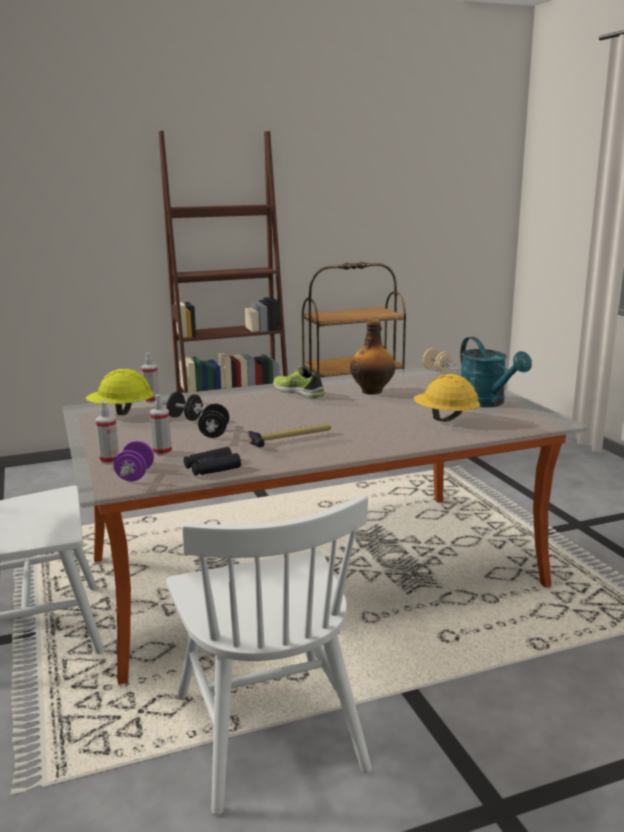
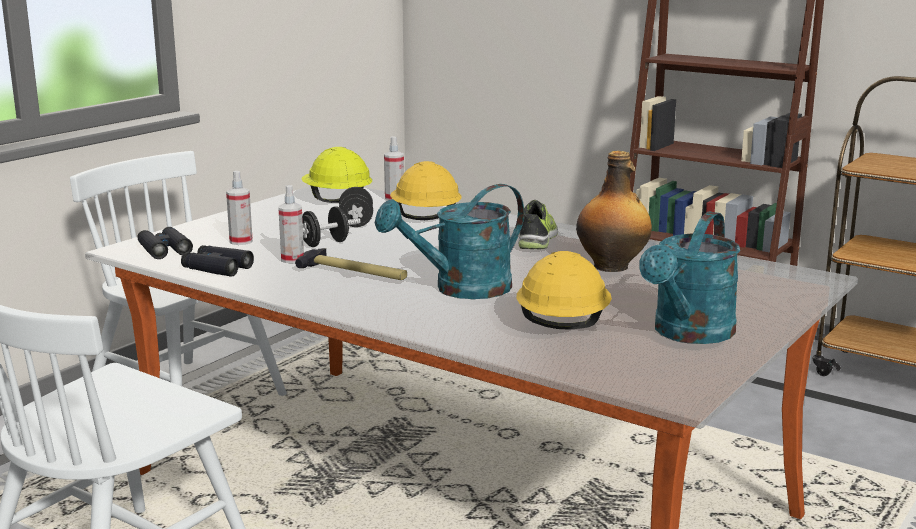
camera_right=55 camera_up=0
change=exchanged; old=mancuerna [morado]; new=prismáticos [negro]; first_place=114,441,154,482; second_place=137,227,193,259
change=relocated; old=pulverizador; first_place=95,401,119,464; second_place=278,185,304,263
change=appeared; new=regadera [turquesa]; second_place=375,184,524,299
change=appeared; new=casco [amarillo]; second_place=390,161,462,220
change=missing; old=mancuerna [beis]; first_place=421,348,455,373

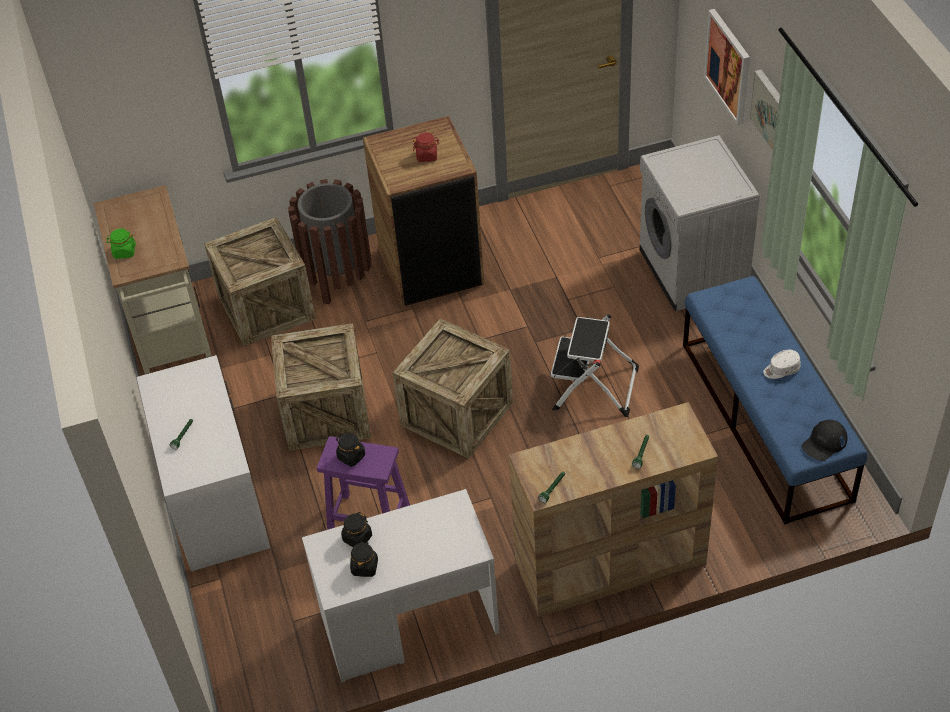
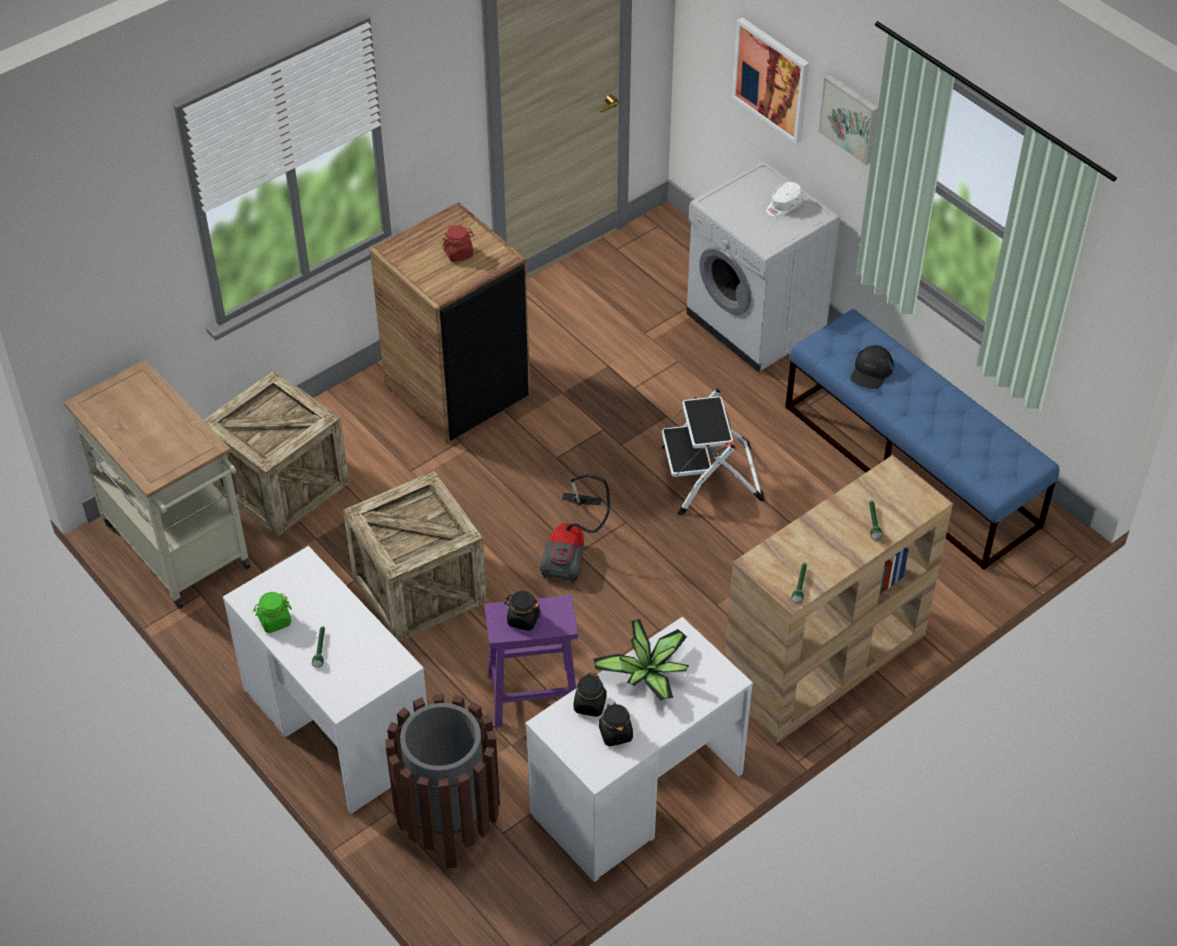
camera_right=-25 camera_up=0
change=relocated; old=tarro [verde]; first_place=106,228,136,259; second_place=253,592,292,633
change=relocated; old=papelera [marrón]; first_place=288,179,372,304; second_place=385,694,500,868
change=exchanged; old=caja de embalaje; new=aspiradora; first_place=393,319,513,459; second_place=540,474,610,583
change=appeared; new=planta en maceta; second_place=593,619,689,701
change=relocated; old=gorra [blanco]; first_place=763,350,801,379; second_place=766,182,803,217
change=relocated; old=gorra [negro]; first_place=801,420,847,461; second_place=850,345,893,389

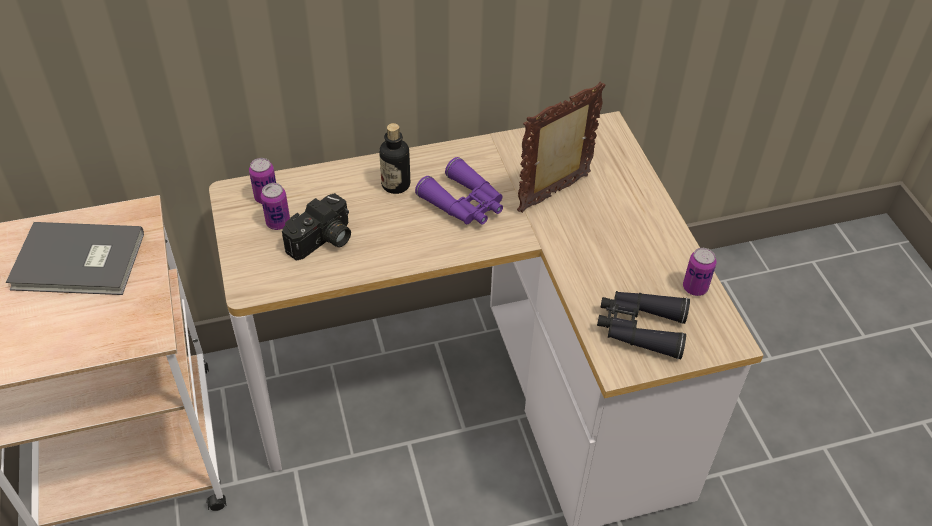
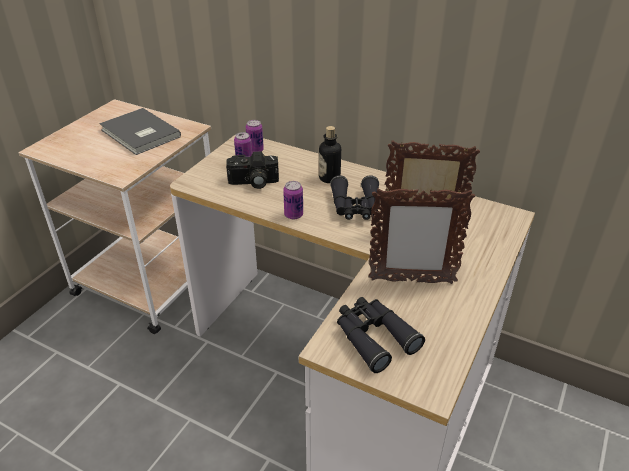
camera_right=45 camera_up=-10
change=relocated; old=lata; first_place=683,248,717,296; second_place=283,181,303,219
change=colour; old=prismáticos [morado]; new=prismáticos [negro]; first_place=415,157,503,225; second_place=330,175,379,220
change=appeared; new=portarretratos; second_place=368,187,475,284

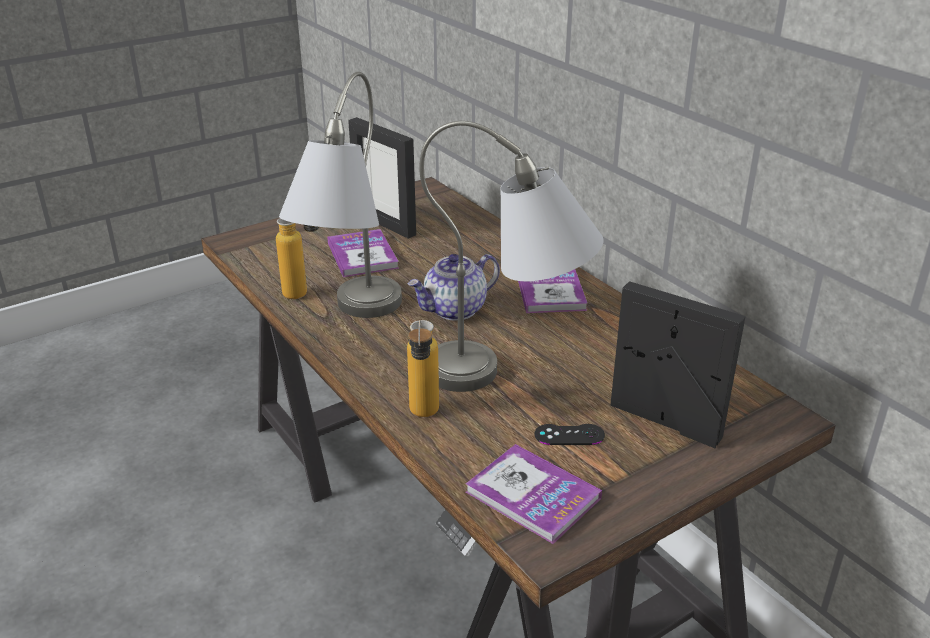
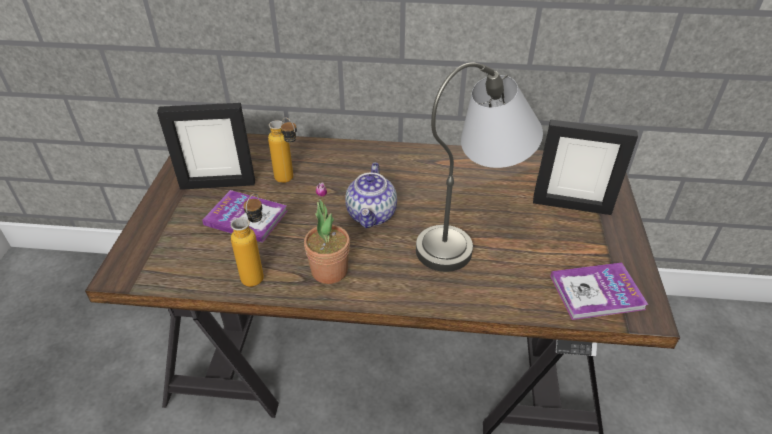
camera_right=-50 camera_up=10
change=relocated; old=botella; first_place=407,320,439,417; second_place=268,118,297,183
change=exchanged; old=lámpara de mesa [gris]; new=planta en maceta; first_place=279,72,402,318; second_place=304,182,350,284
change=spun; old=portarretratos; first_place=610,281,746,448; second_place=533,119,638,215; degrees=-150
change=missing; old=libro; first_place=518,269,588,313
change=missing; old=mando de consola [negro]; first_place=535,424,605,445

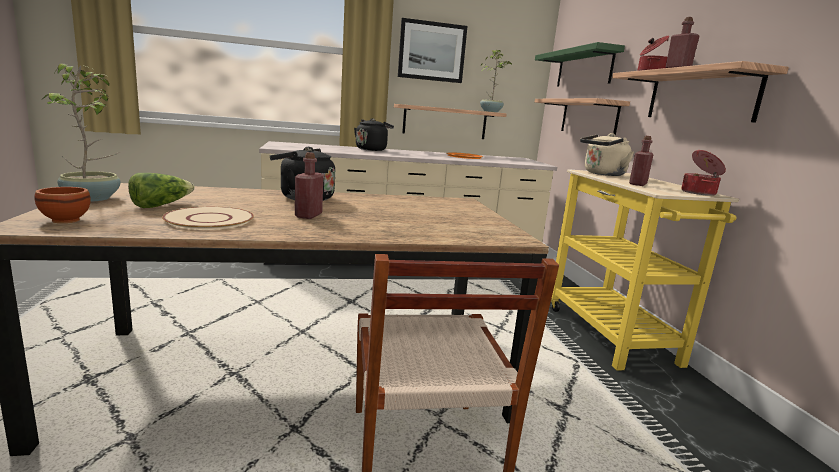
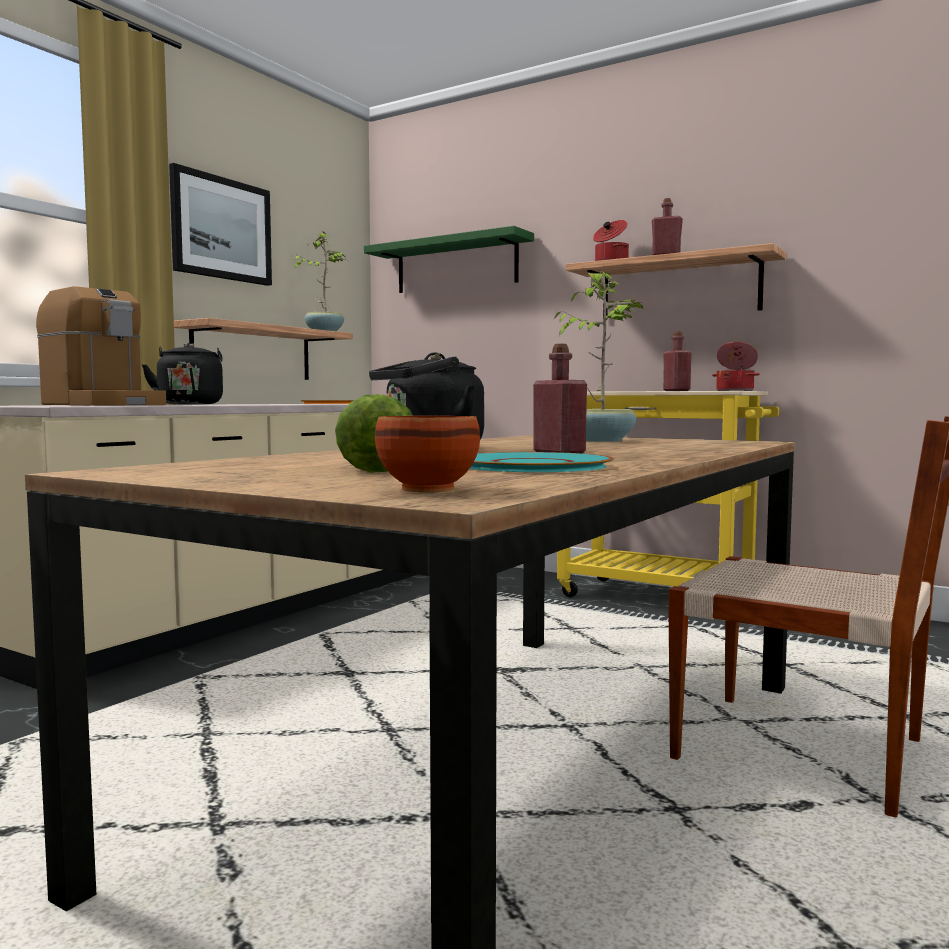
camera_right=-45 camera_up=-10
change=appeared; new=cafetera; second_place=36,286,166,405
change=colour; old=plato [beis]; new=plato [turquesa]; first_place=162,207,254,230; second_place=470,452,614,472
change=relocated; old=planta en maceta; first_place=40,63,121,202; second_place=554,270,644,442
change=missing; old=estante; first_place=535,98,630,136
change=missing; old=hervidor [beis]; first_place=580,133,634,176

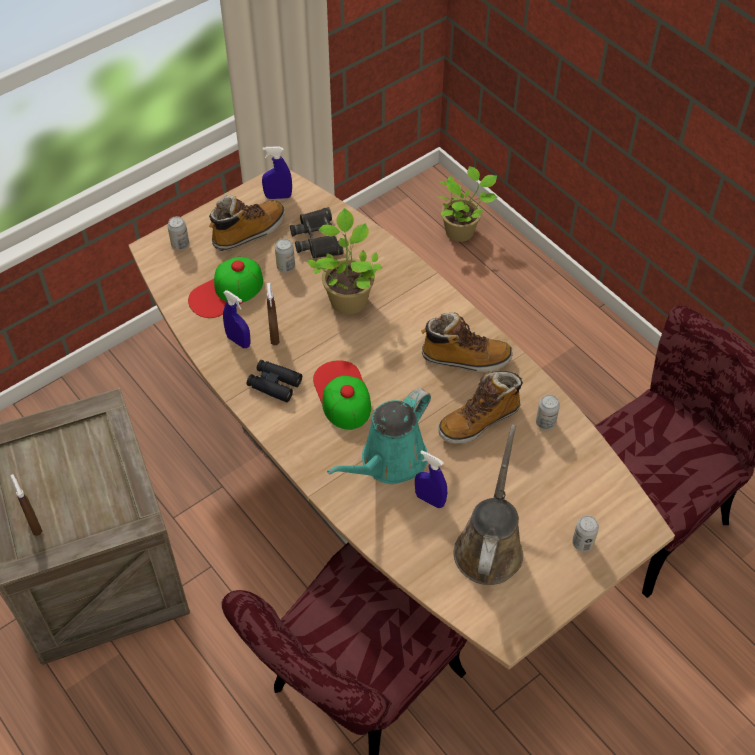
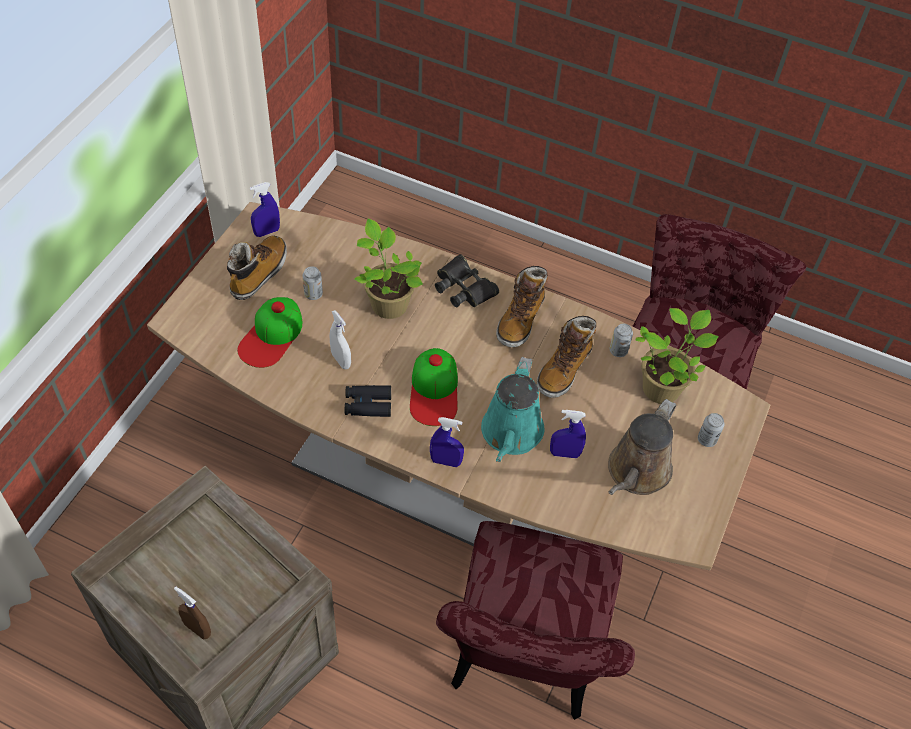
camera_right=-30 camera_up=0
change=colour; old=pulverizador [marrón]; new=pulverizador [blanco]; first_place=267,283,280,345; second_place=330,310,351,369
change=spun; old=gorra; first_place=313,360,371,430; second_place=410,348,458,426; degrees=-135
change=relocated; old=pulverizador [azul]; first_place=223,290,251,348; second_place=430,417,464,467
change=relocated; old=prismáticos [negro]; first_place=290,207,344,258; second_place=435,254,499,307
change=spun; old=bota; first_place=421,312,513,372; second_place=496,266,548,348; degrees=135
change=spun; old=regadera [marrón]; first_place=454,425,523,585; second_place=608,399,676,495; degrees=-135
change=relocated; old=planta en maceta; first_place=438,166,498,242; second_place=636,308,719,404
change=missing; old=lata; first_place=167,216,189,250

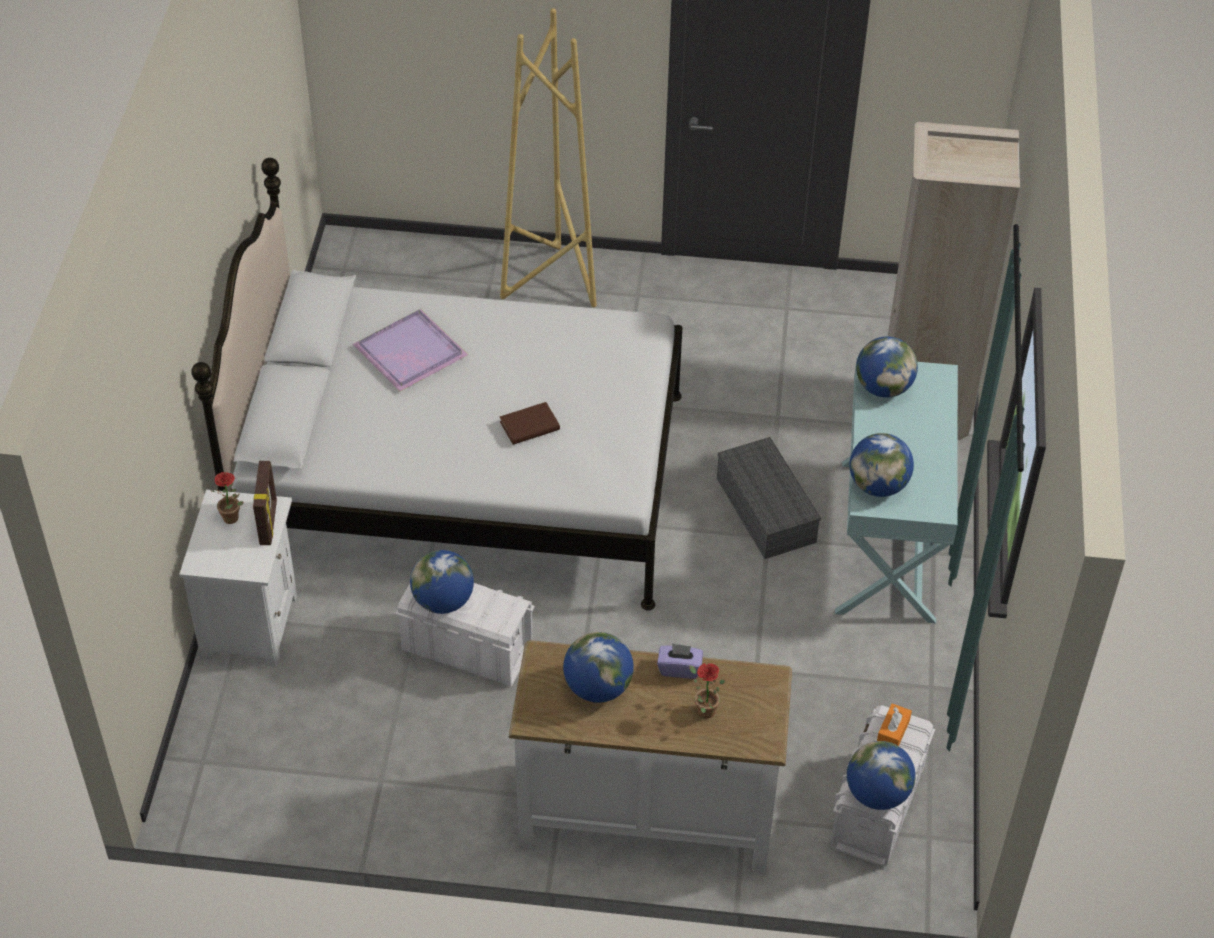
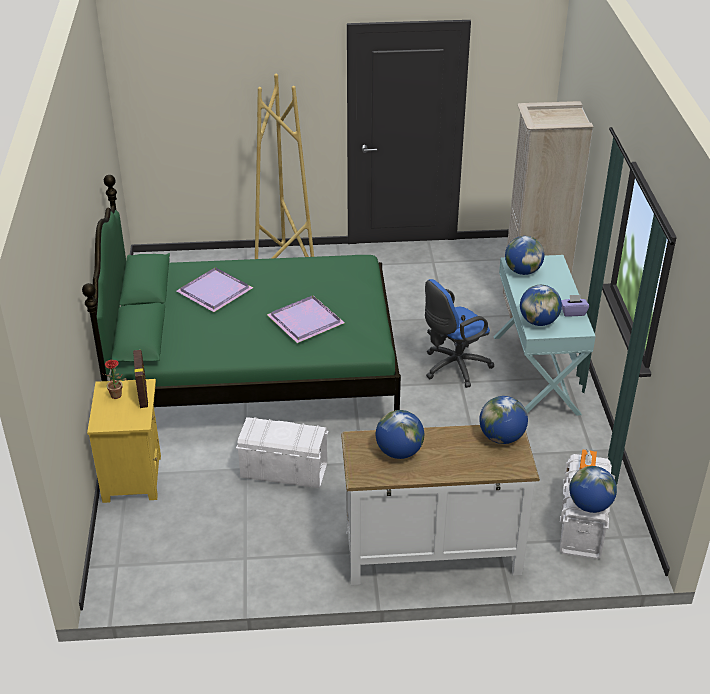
camera_right=-10 camera_up=-10
change=colour; old=cama [blanco]; new=cama [verde]; first_place=192,158,682,611; second_place=82,175,401,411
change=colour; old=mesita de noche [blanco]; new=mesita de noche [amarillo]; first_place=179,490,297,666; second_place=87,379,161,503
change=exchanged; old=libro [marrón]; new=bandeja [morado]; first_place=500,402,560,445; second_place=267,295,345,343
change=exchanged; old=caja de almacenaje [gris]; new=silla de oficina [azul]; first_place=717,437,821,559; second_place=425,279,494,388
change=relocated; old=globo terráqueo; first_place=410,550,474,614; second_place=479,396,528,444
change=relocated; old=caja de pañuelos [morado]; first_place=657,643,703,679; second_place=561,295,589,317
change=missing; old=planta en maceta; first_place=689,663,725,719

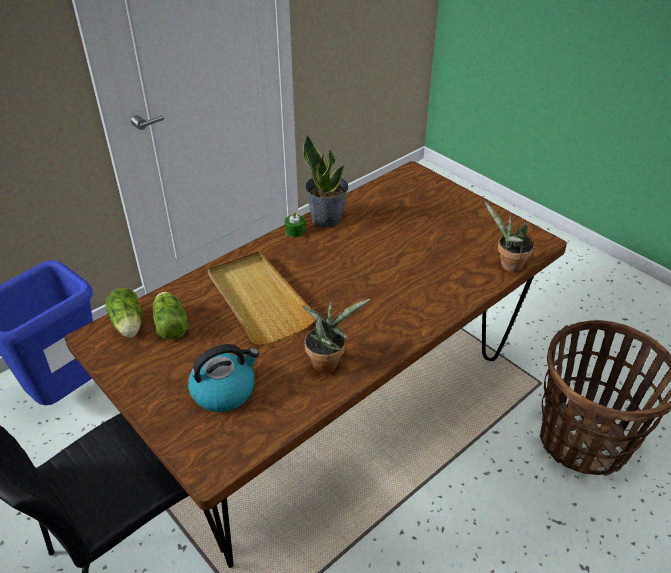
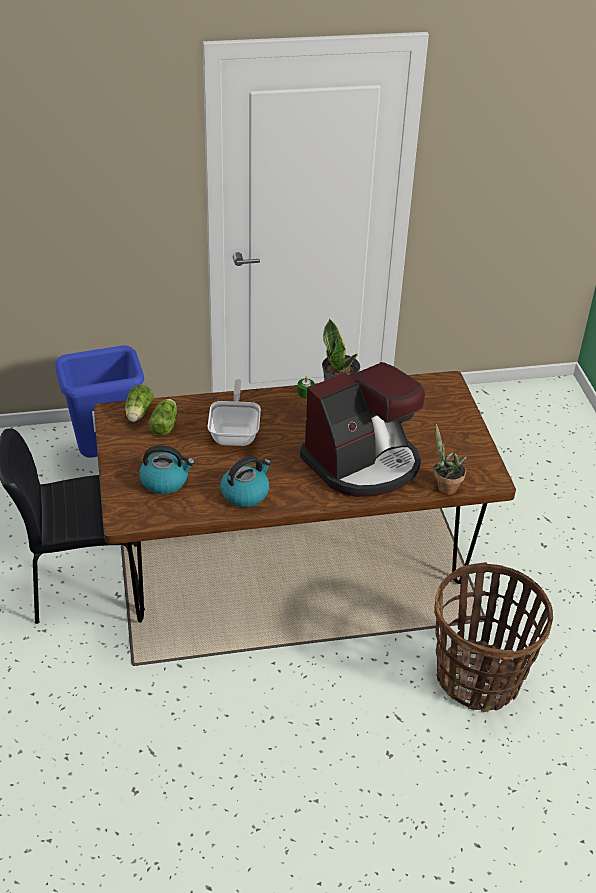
camera_right=30 camera_up=0
change=exchanged; old=bandeja [beis]; new=sartén; first_place=208,251,315,345; second_place=208,379,261,446
change=exchanged; old=planta en maceta; new=hervidor; first_place=302,299,370,373; second_place=220,456,271,507
change=appeared; new=cafetera; second_place=300,362,425,497

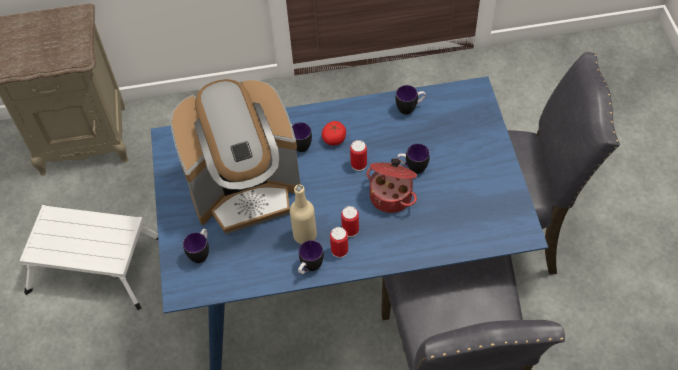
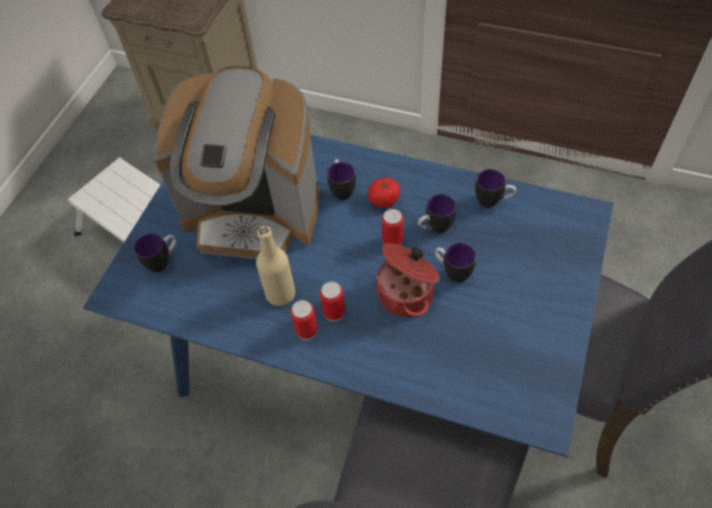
camera_right=30 camera_up=0
change=relocated; old=taza grande; first_place=298,240,324,274; second_place=418,194,456,233

